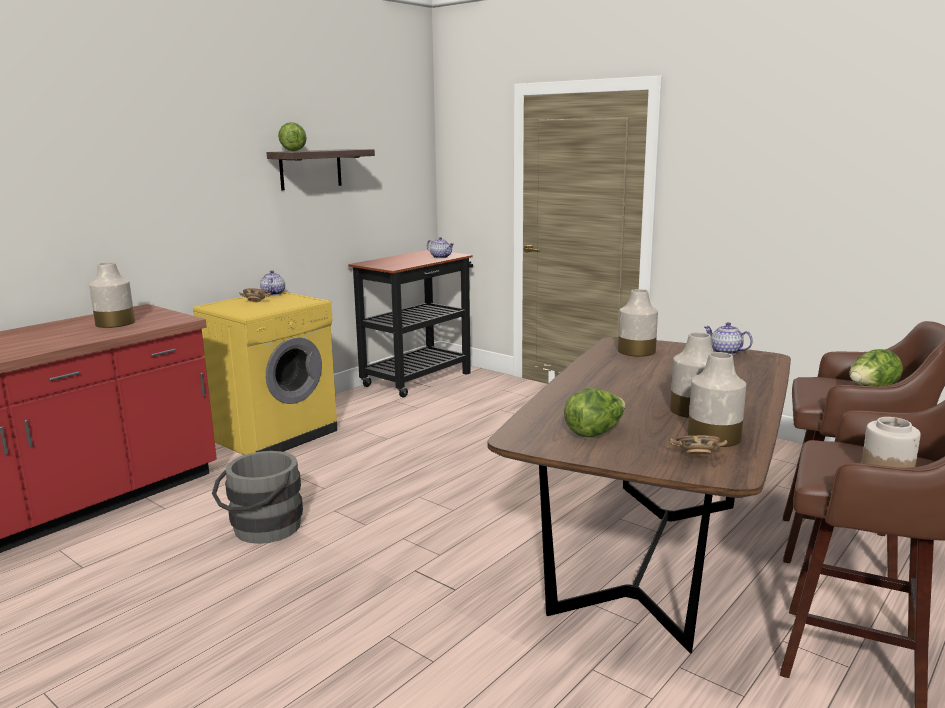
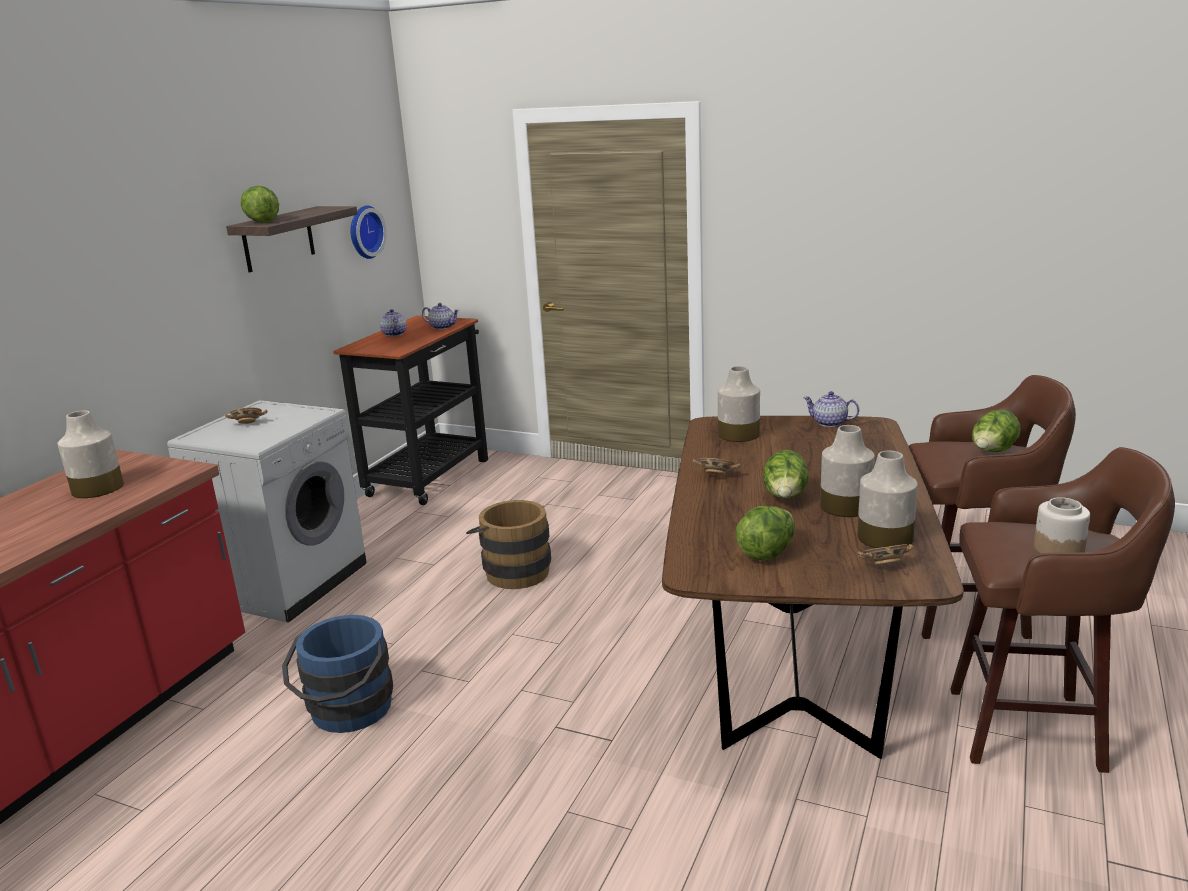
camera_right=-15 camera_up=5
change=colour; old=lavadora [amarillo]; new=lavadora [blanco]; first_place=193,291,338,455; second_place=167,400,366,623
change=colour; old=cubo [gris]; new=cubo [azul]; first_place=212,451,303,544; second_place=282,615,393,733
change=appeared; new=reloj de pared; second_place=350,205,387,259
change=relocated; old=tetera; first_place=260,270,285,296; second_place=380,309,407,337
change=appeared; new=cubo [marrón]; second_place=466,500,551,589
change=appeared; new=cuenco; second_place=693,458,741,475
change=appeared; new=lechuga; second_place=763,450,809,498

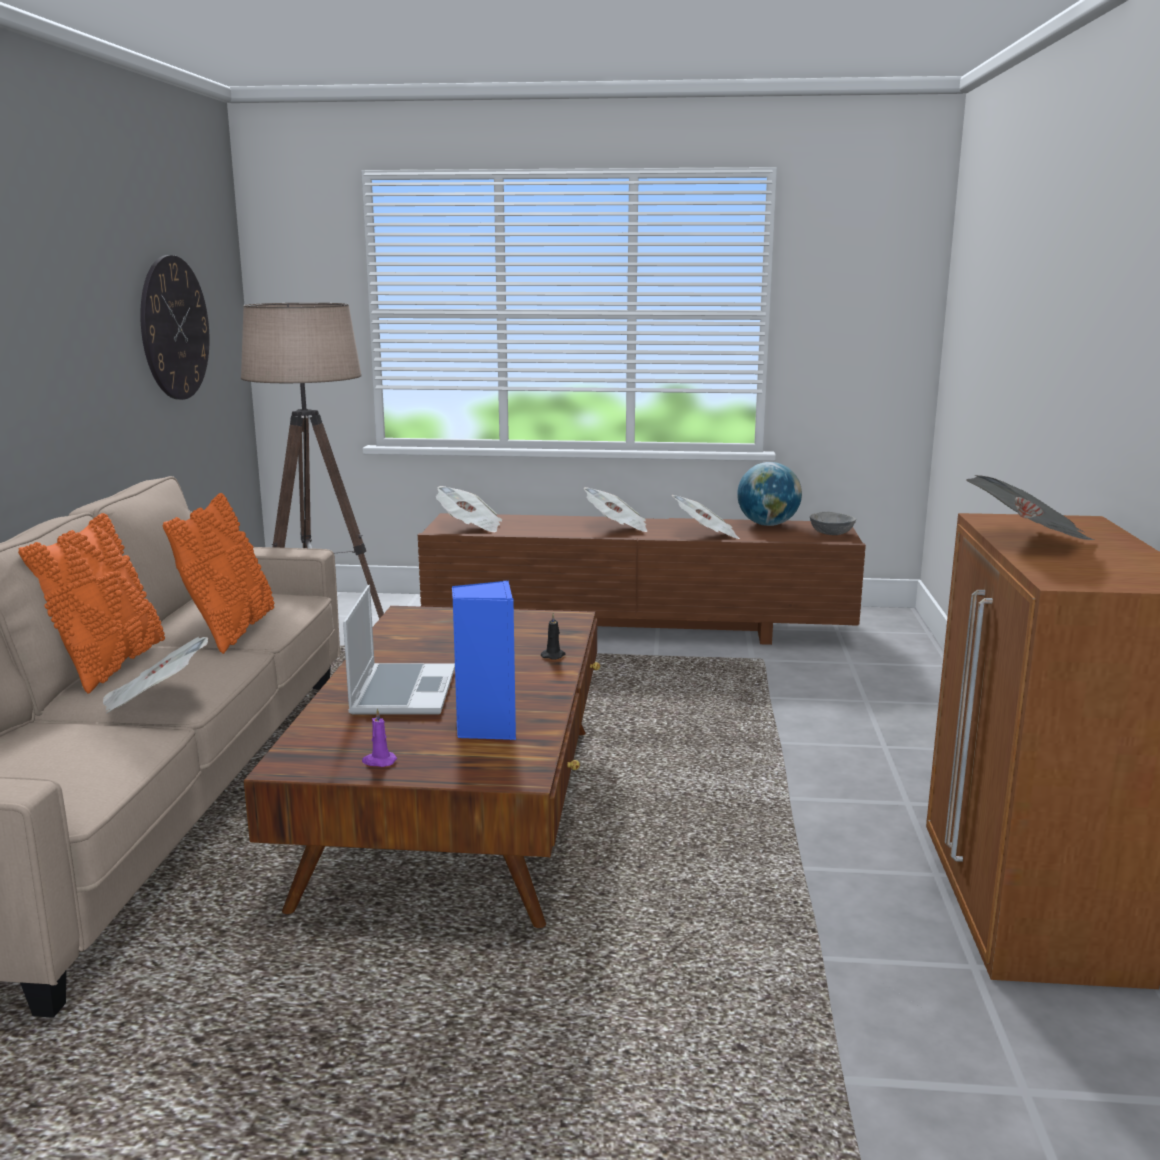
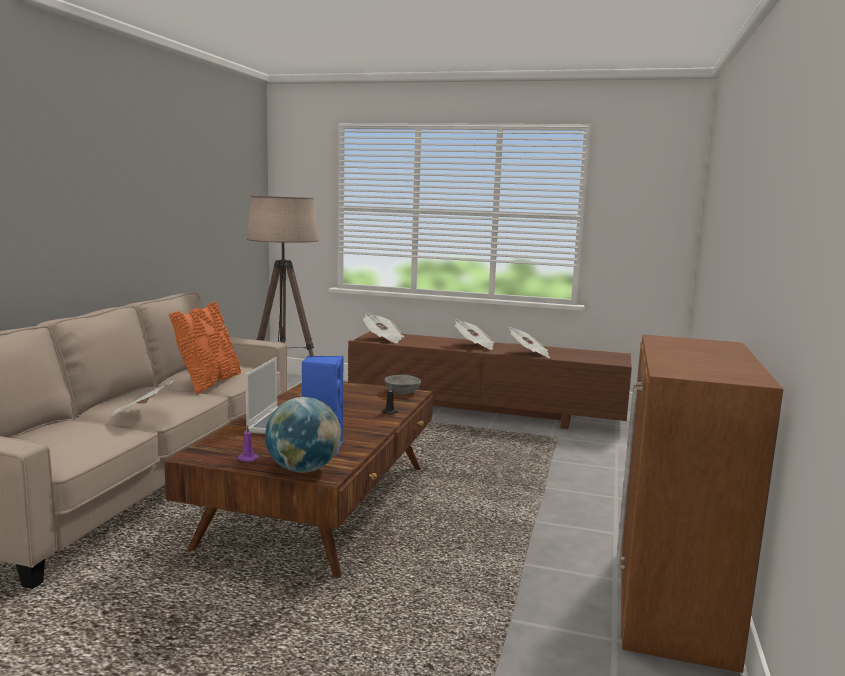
camera_right=10 camera_up=-5
change=relocated; old=globo terráqueo; first_place=737,462,802,526; second_place=265,397,341,473
change=relocated; old=cuenco [gris]; first_place=810,512,856,535; second_place=384,375,421,394
change=missing; old=cojín [naranja]; first_place=18,513,165,694
change=missing; old=reloj de pared; first_place=140,255,210,400
change=missing; old=periódico; first_place=966,475,1094,540

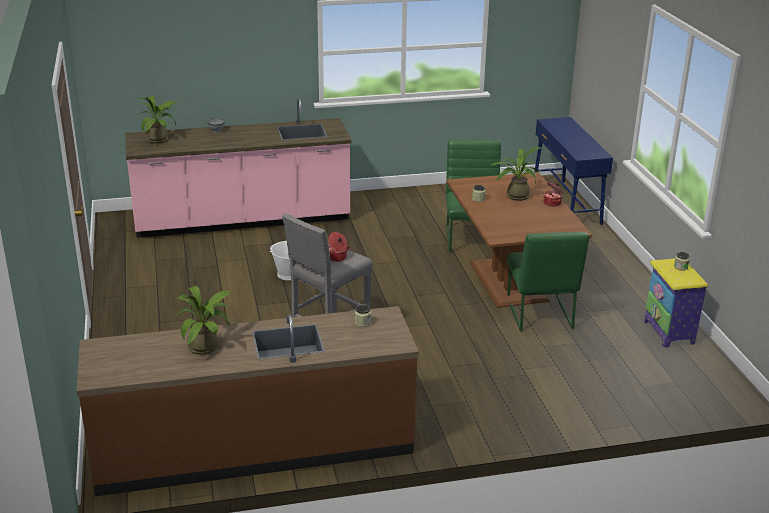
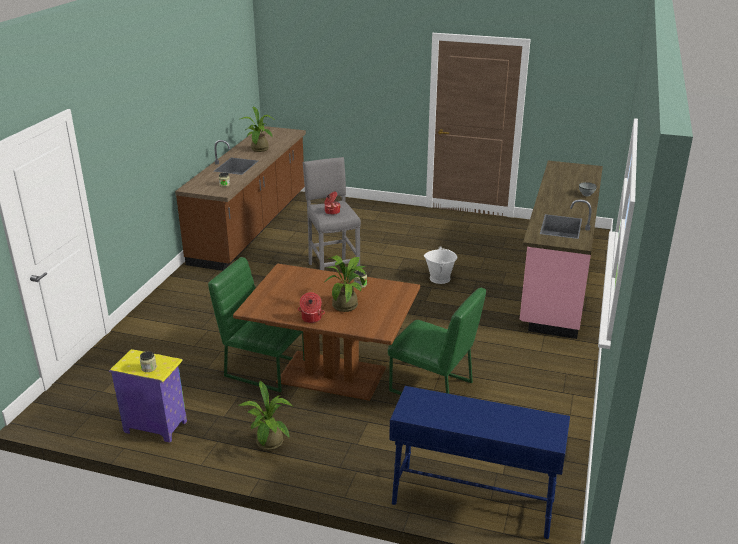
camera_right=120 camera_up=0
change=relocated; old=planta en maceta; first_place=138,96,177,144; second_place=238,380,292,450

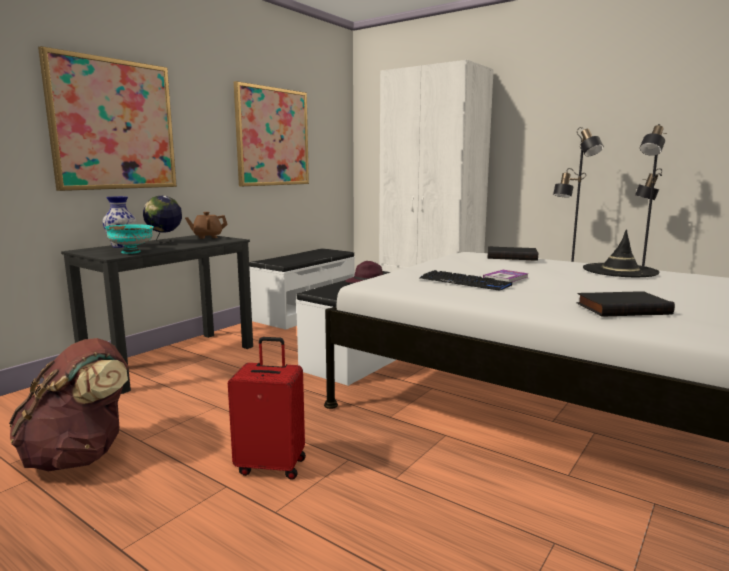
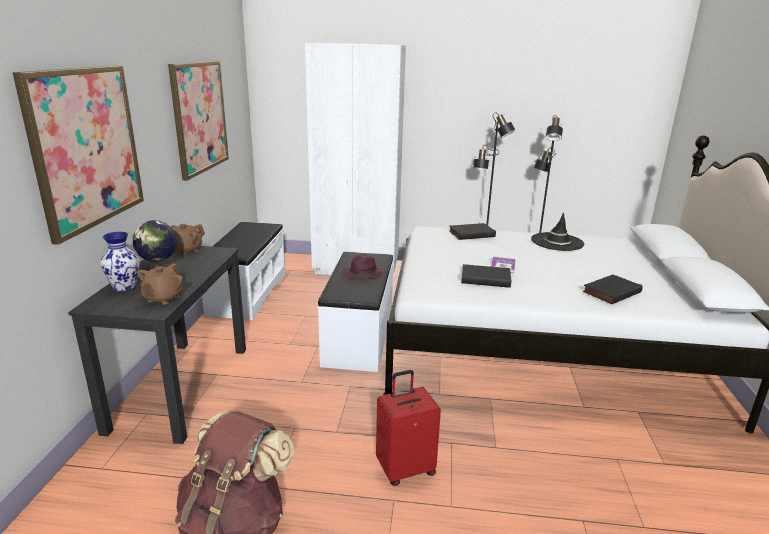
camera_right=-30 camera_up=10
change=exchanged; old=cuenco [turquesa]; new=tetera [marrón]; first_place=104,224,154,254; second_place=137,264,183,305
change=exchanged; old=teclado; new=libro [negro]; first_place=420,270,512,291; second_place=461,264,512,288

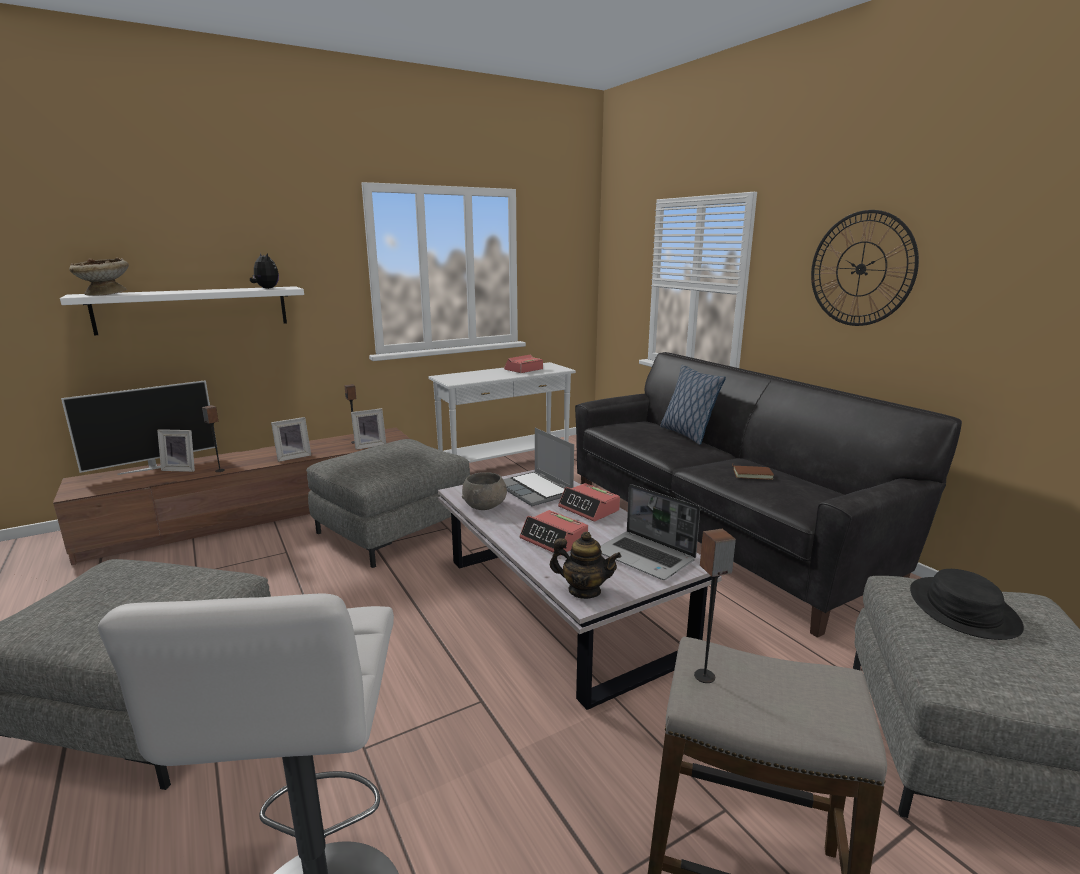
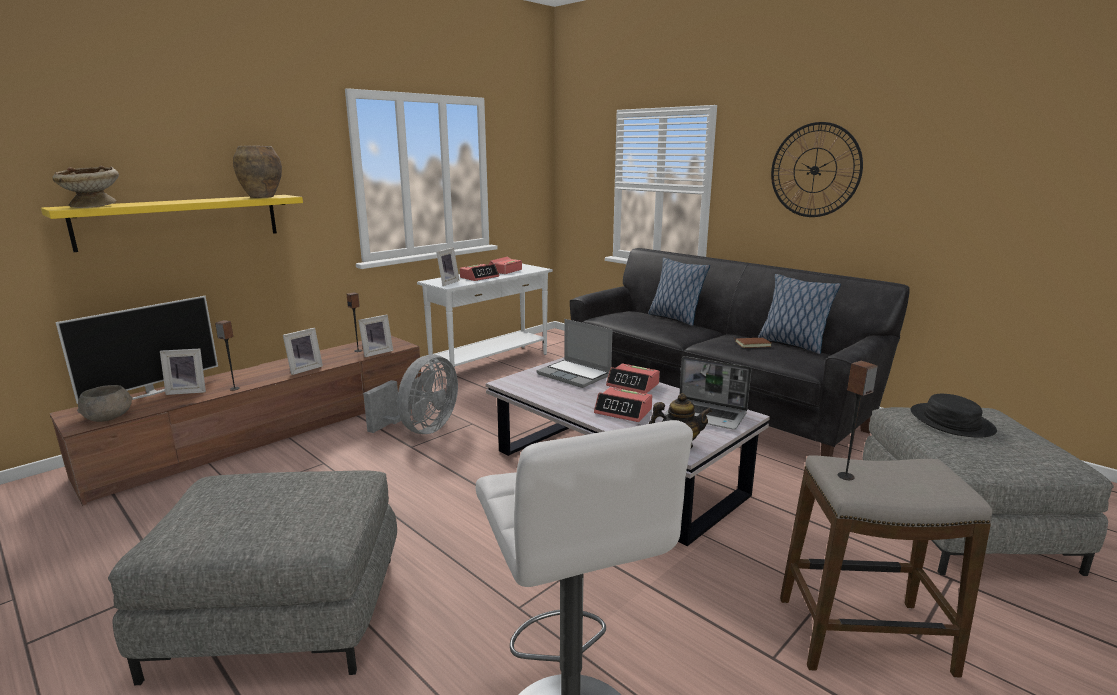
camera_right=-15 camera_up=0
change=colour; old=estante [blanco]; new=estante [amarillo]; first_place=60,286,304,336; second_place=41,195,303,252
change=relocated; old=cuenco [gris]; first_place=462,472,507,510; second_place=77,385,133,422
change=exchanged; old=peluche; new=florero [marrón]; first_place=250,253,279,289; second_place=233,146,282,198
change=exchanged; old=puf [gris]; new=ventilador [gris]; first_place=306,439,470,568; second_place=363,355,458,434
change=appeared; new=portarretratos; second_place=436,248,460,286
change=appeared; new=despertador; second_place=460,264,499,281
change=appeared; new=cojín; second_place=758,274,841,354

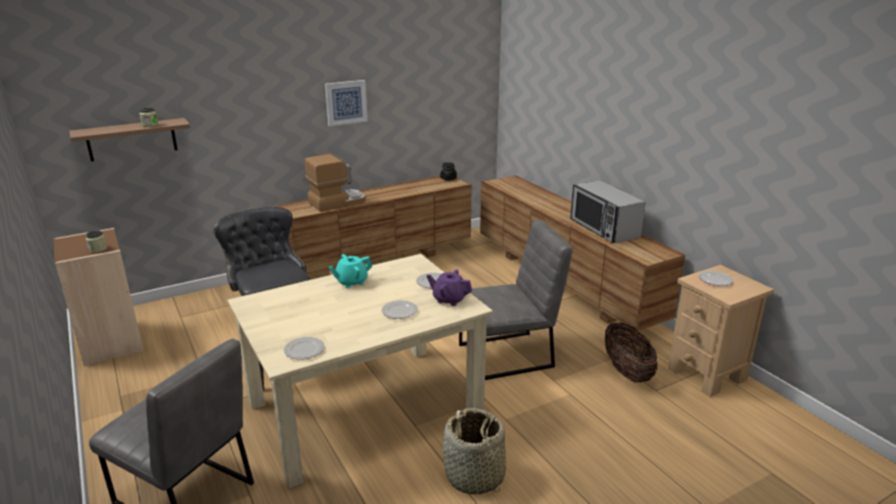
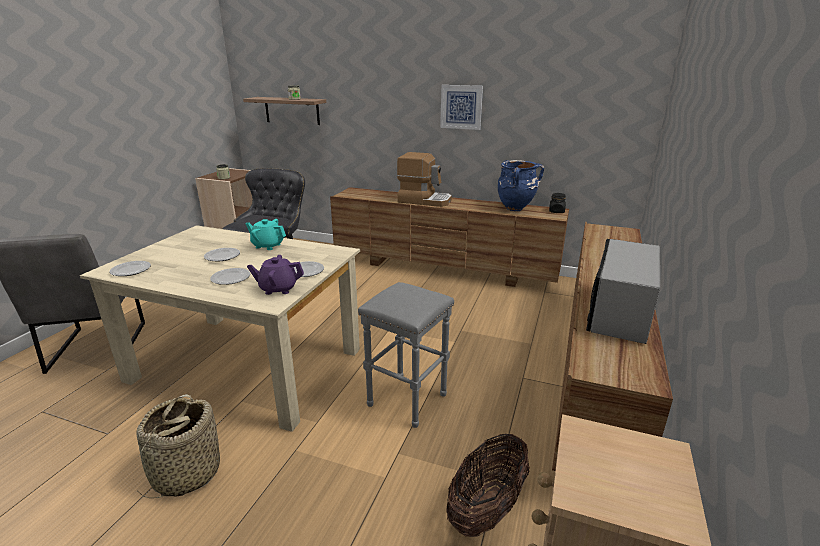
camera_right=50 camera_up=0
change=relocated; old=plato; first_place=699,271,733,286; second_place=204,248,240,261
change=spun; old=tetera [morado]; first_place=427,269,472,306; second_place=247,255,304,295; degrees=-75
change=exchanged; old=silla [gris]; new=taburete [gris]; first_place=459,220,573,380; second_place=358,282,454,428
change=appeared; new=florero [azul]; second_place=498,160,544,211

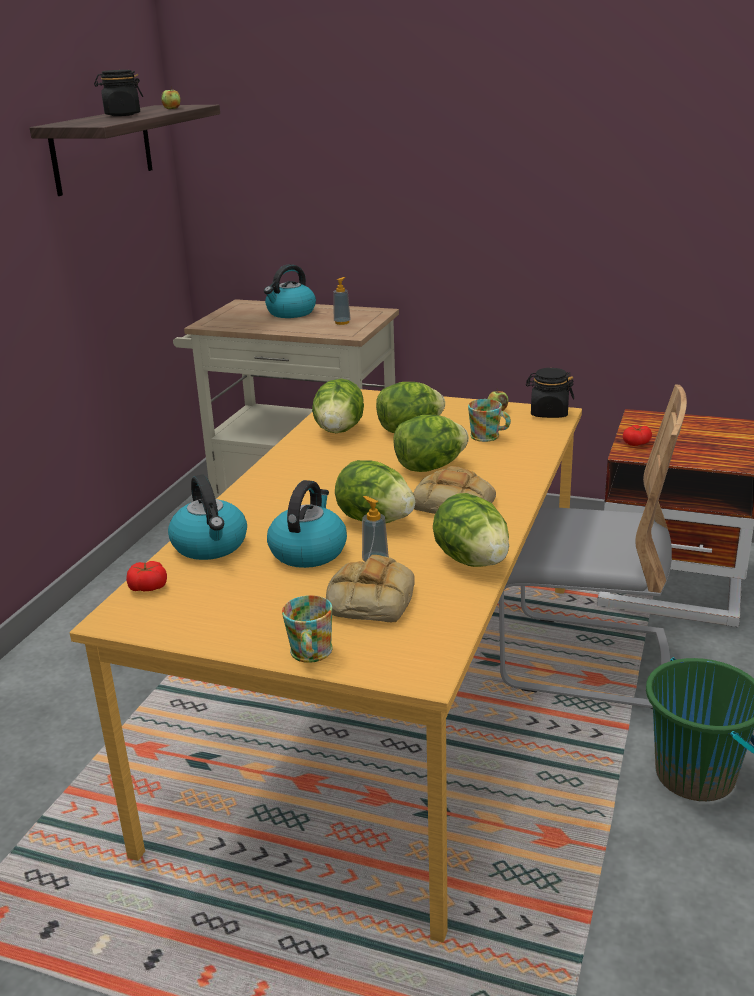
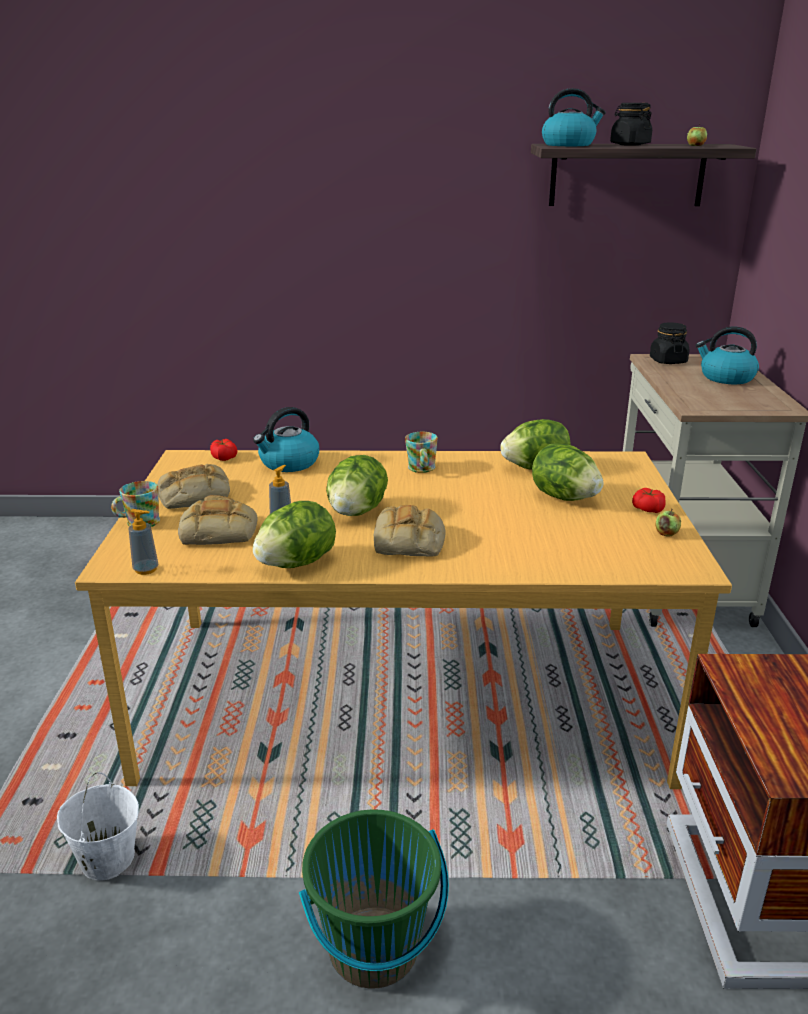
camera_right=70 camera_up=0
change=appeared; new=cubo [blanco]; second_place=57,772,139,881
change=relocated; old=dispensador de jabón; first_place=333,277,351,325; second_place=128,509,159,575
change=appeared; new=pan; second_place=157,464,230,509
change=relocated; old=taza grande; first_place=468,399,511,442; second_place=405,432,438,473
change=relocated; old=hervidor; first_place=267,480,347,568; second_place=542,88,606,146
change=relocated; old=tomate; first_place=623,425,652,446; second_place=632,488,666,513
change=relocated; old=tarro [negro]; first_place=526,368,574,418; second_place=650,322,689,364
change=missing; old=lechuga; first_place=393,415,469,472
change=missing; old=silla [gris]; first_place=499,385,687,709

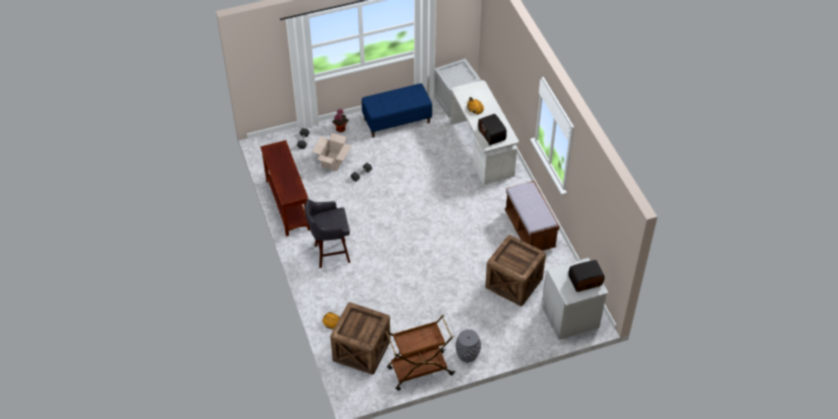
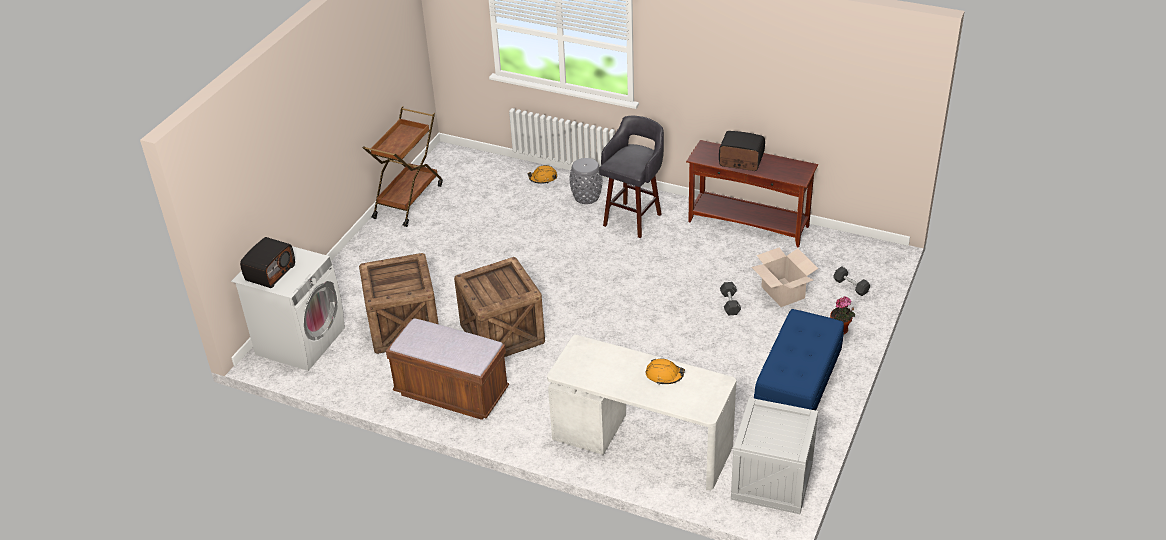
camera_right=135 camera_up=-10
change=relocated; old=caja de embalaje; first_place=330,302,391,375; second_place=454,257,545,357
change=relocated; old=taburete [gris]; first_place=455,329,481,362; second_place=569,158,603,204
change=relocated; old=radio; first_place=478,114,507,145; second_place=719,131,765,171

